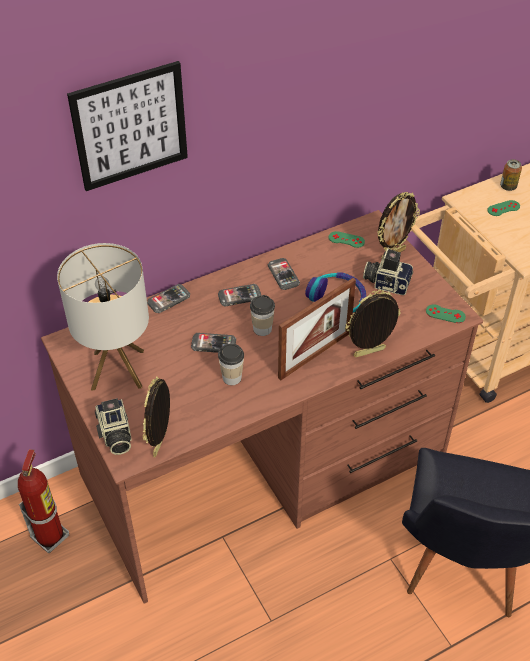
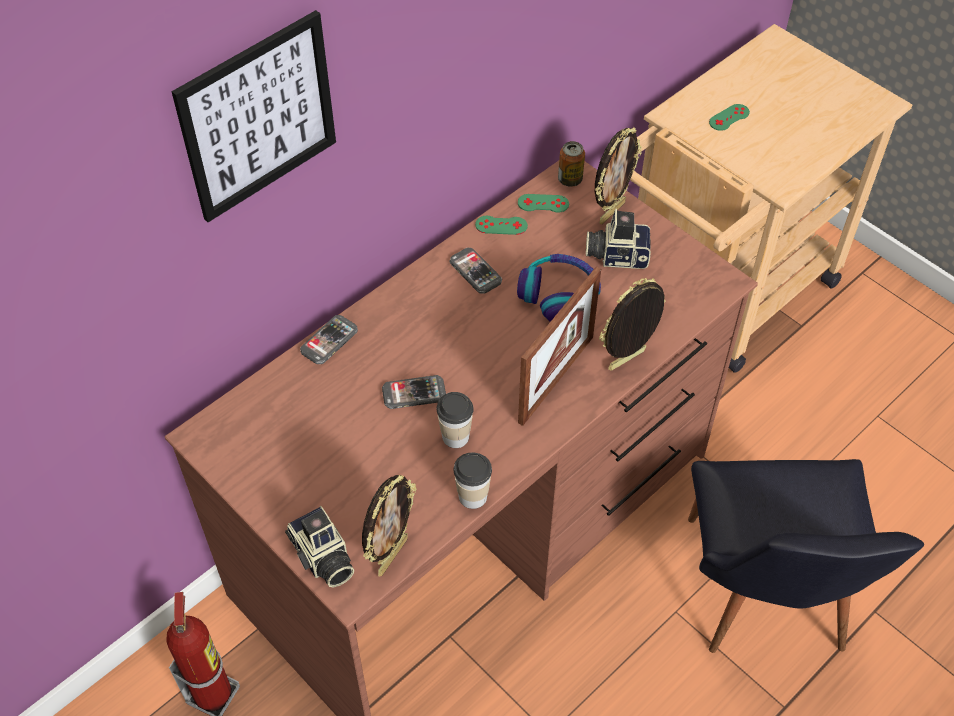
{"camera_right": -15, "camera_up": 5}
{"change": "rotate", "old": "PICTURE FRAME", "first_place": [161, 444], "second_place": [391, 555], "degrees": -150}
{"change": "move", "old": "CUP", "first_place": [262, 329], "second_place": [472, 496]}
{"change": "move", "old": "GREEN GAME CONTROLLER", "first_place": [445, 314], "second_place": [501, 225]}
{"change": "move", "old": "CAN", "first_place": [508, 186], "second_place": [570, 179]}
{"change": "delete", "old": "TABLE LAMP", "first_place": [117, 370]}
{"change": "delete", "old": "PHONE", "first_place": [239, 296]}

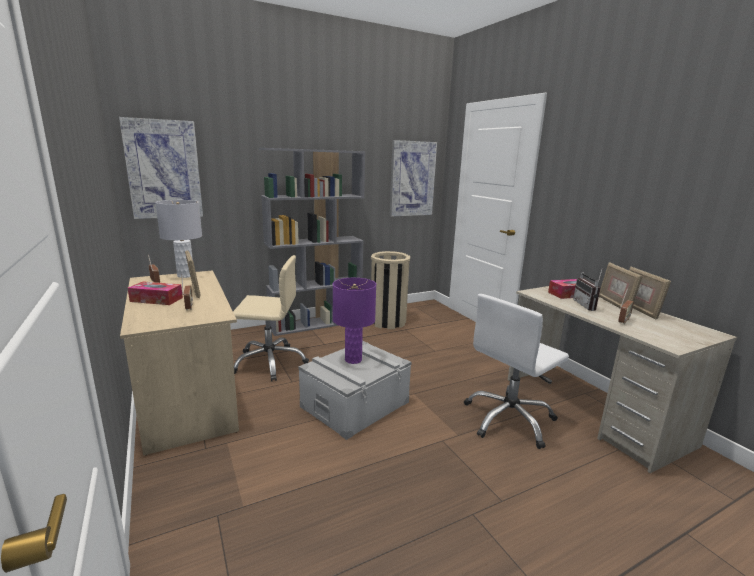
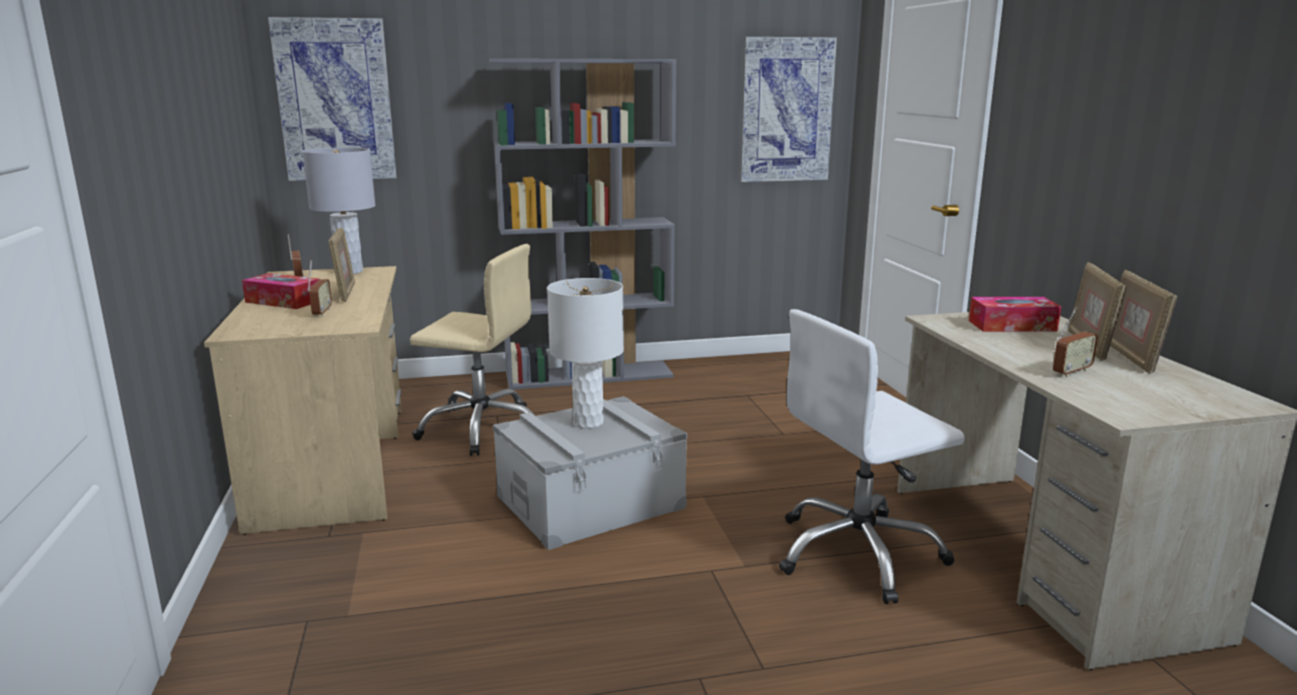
{"camera_right": 15, "camera_up": 0}
{"change": "recolor", "old": "PURPLE TABLE LAMP", "new": "WHITE TABLE LAMP", "first_place": [353, 360], "second_place": [588, 423]}
{"change": "delete", "old": "BEIGE TRASH CAN", "first_place": [388, 322]}
{"change": "delete", "old": "RADIO", "first_place": [588, 306]}

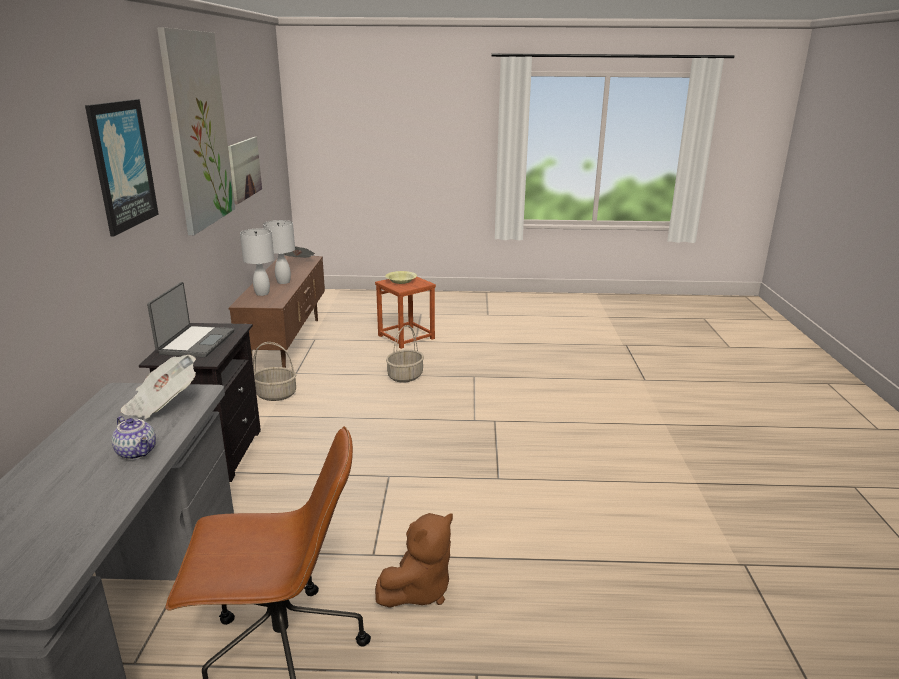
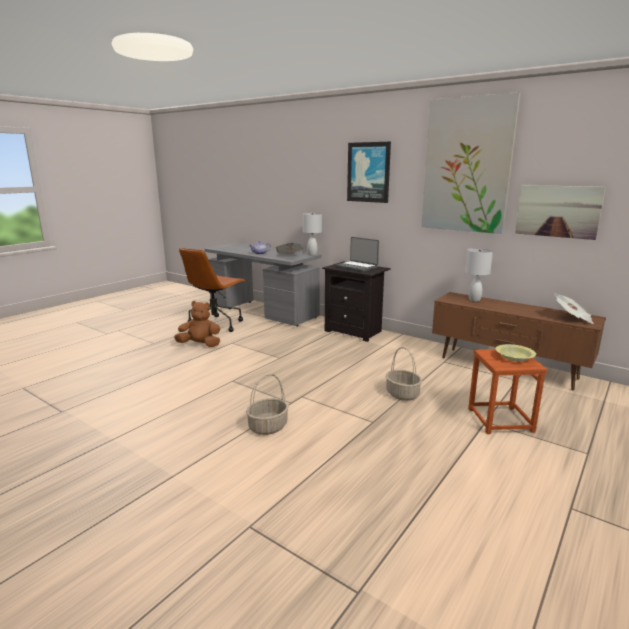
{"camera_right": 125, "camera_up": -5}
{"change": "rotate", "old": "BROWN PLUSH TOY", "first_place": [419, 590], "second_place": [200, 345], "degrees": 105}
{"change": "move", "old": "BASKET", "first_place": [276, 394], "second_place": [268, 427]}
{"change": "move", "old": "WHITE TABLE LAMP", "first_place": [284, 282], "second_place": [312, 254]}

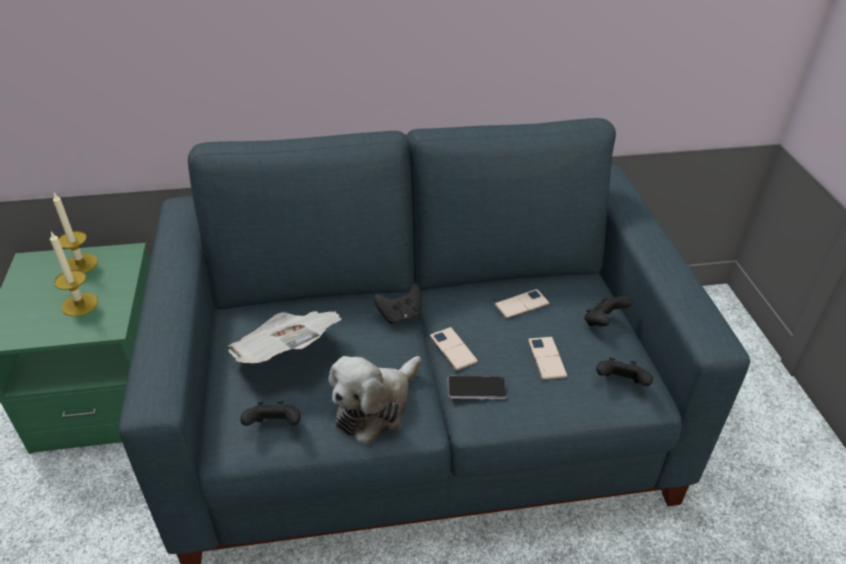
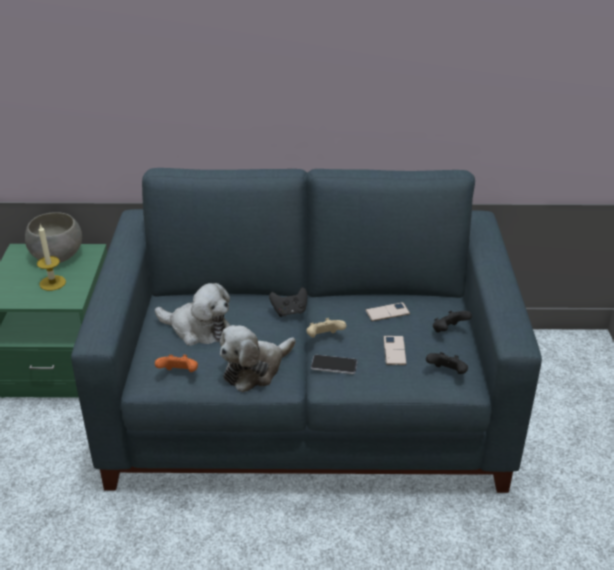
{"camera_right": 10, "camera_up": -5}
{"change": "replace", "old": "CANDLE", "new": "GREY BOWL", "first_place": [81, 264], "second_place": [56, 255]}
{"change": "replace", "old": "NEWSPAPER", "new": "PLUSH TOY", "first_place": [286, 354], "second_place": [197, 330]}
{"change": "recolor", "old": "BLACK GAME CONTROLLER", "new": "ORANGE GAME CONTROLLER", "first_place": [274, 426], "second_place": [179, 374]}
{"change": "replace", "old": "PHONE", "new": "BEIGE GAME CONTROLLER", "first_place": [453, 349], "second_place": [324, 338]}

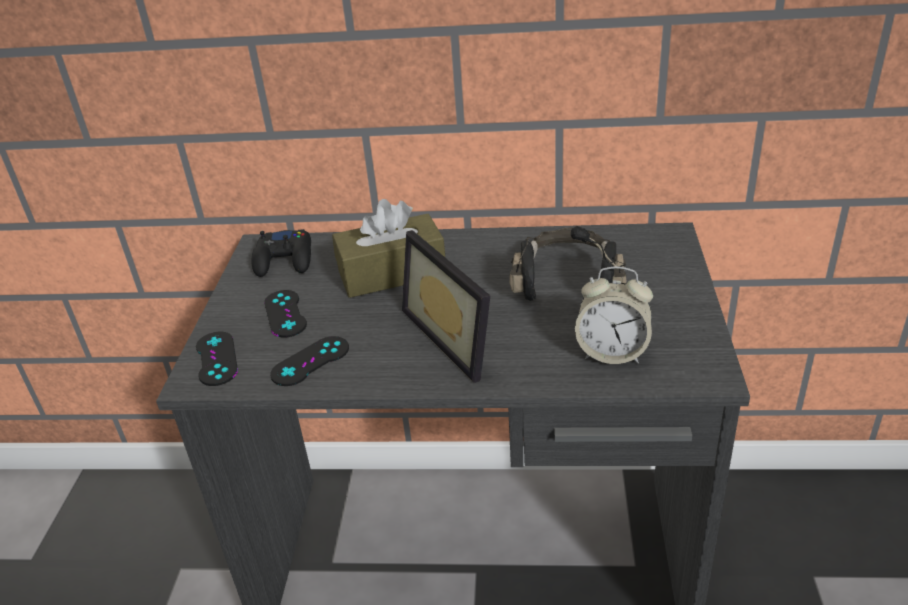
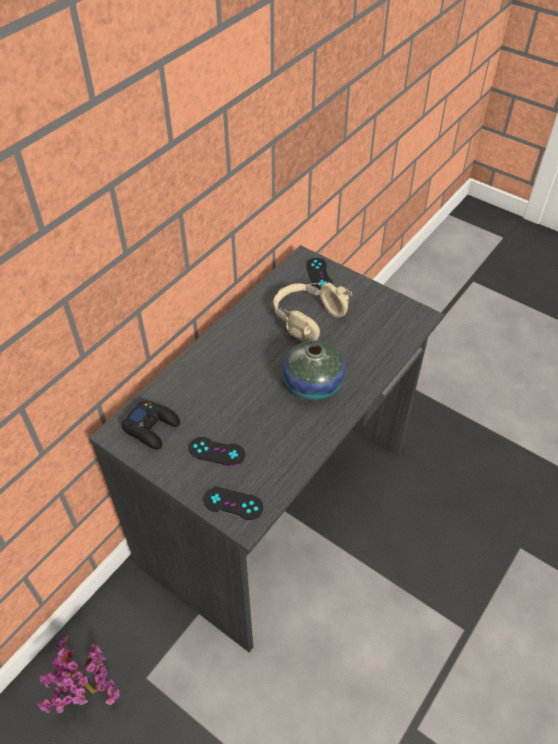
{"camera_right": -60, "camera_up": 15}
{"change": "insert", "new": "POTTED PLANT", "second_place": [87, 694]}
{"change": "recolor", "old": "BLACK HEADPHONES", "new": "BEIGE HEADPHONES", "first_place": [567, 282], "second_place": [307, 319]}
{"change": "replace", "old": "PICTURE FRAME", "new": "VASE", "first_place": [458, 335], "second_place": [313, 385]}
{"change": "move", "old": "BLACK GAME CONTROLLER", "first_place": [310, 361], "second_place": [319, 274]}
{"change": "delete", "old": "BROWN TISSUE BOX", "first_place": [392, 273]}
{"change": "delete", "old": "ALARM CLOCK", "first_place": [612, 352]}

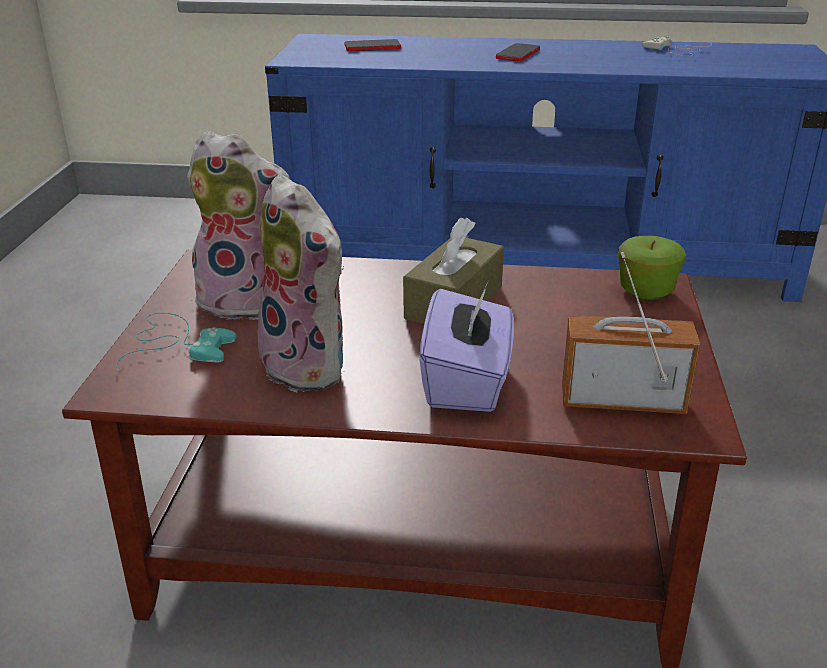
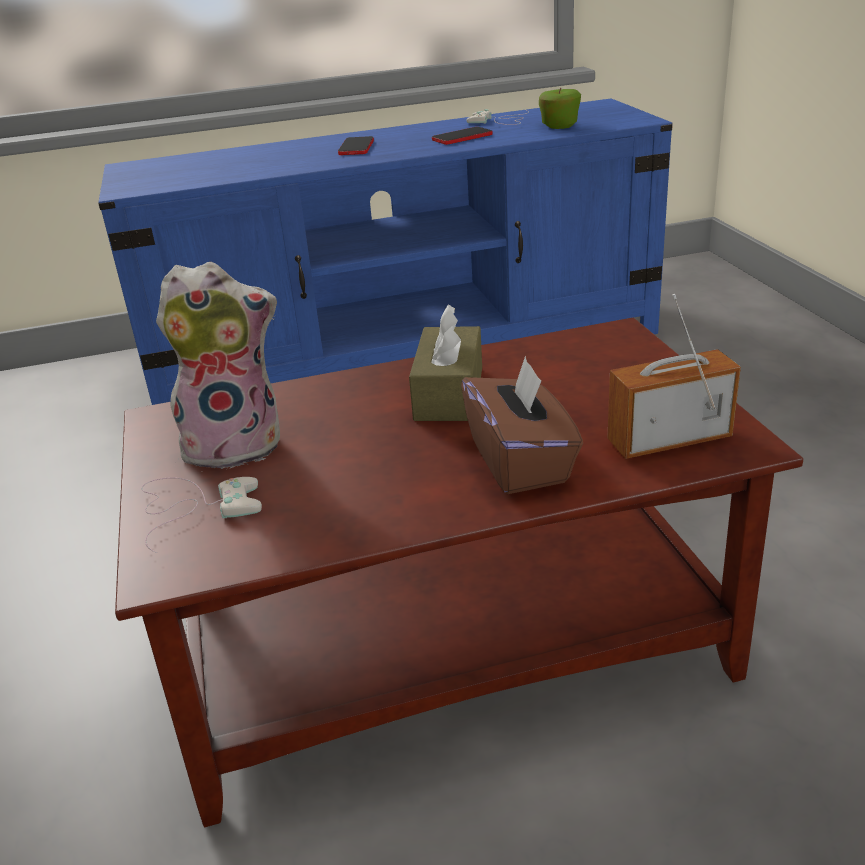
{"camera_right": -20, "camera_up": 0}
{"change": "recolor", "old": "TURQUOISE GAME CONTROLLER", "new": "WHITE GAME CONTROLLER", "first_place": [176, 343], "second_place": [193, 507]}
{"change": "move", "old": "PHONE", "first_place": [372, 47], "second_place": [462, 137]}
{"change": "recolor", "old": "PURPLE TISSUE BOX", "new": "BROWN TISSUE BOX", "first_place": [467, 382], "second_place": [521, 462]}
{"change": "move", "old": "APPLE", "first_place": [646, 291], "second_place": [559, 126]}
{"change": "delete", "old": "PLUSH TOY", "first_place": [311, 366]}

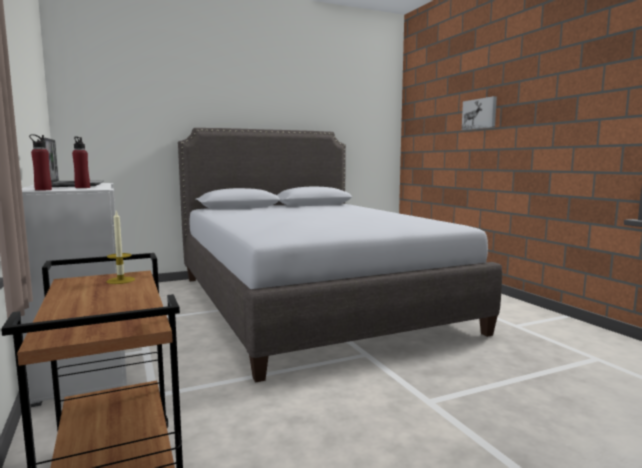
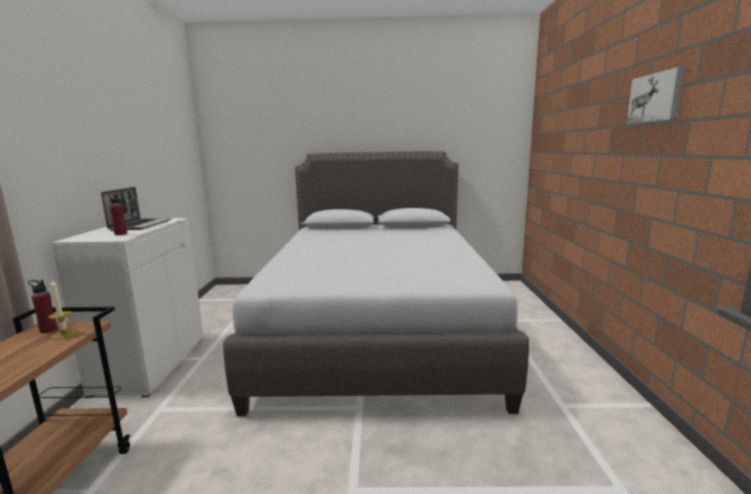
{"camera_right": 25, "camera_up": 5}
{"change": "move", "old": "RED BOTTLE", "first_place": [43, 190], "second_place": [48, 330]}
{"change": "move", "old": "PICTURE", "first_place": [480, 114], "second_place": [656, 98]}

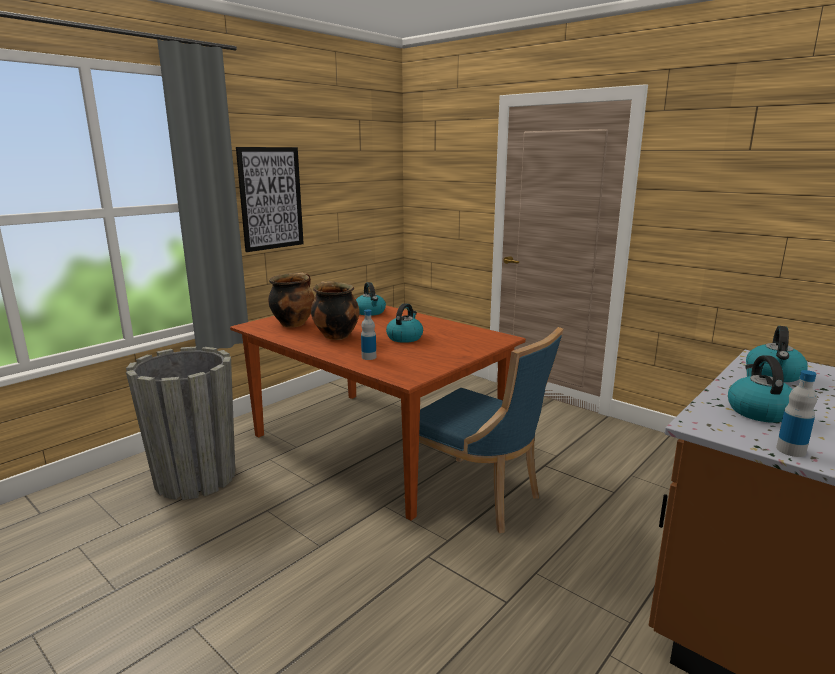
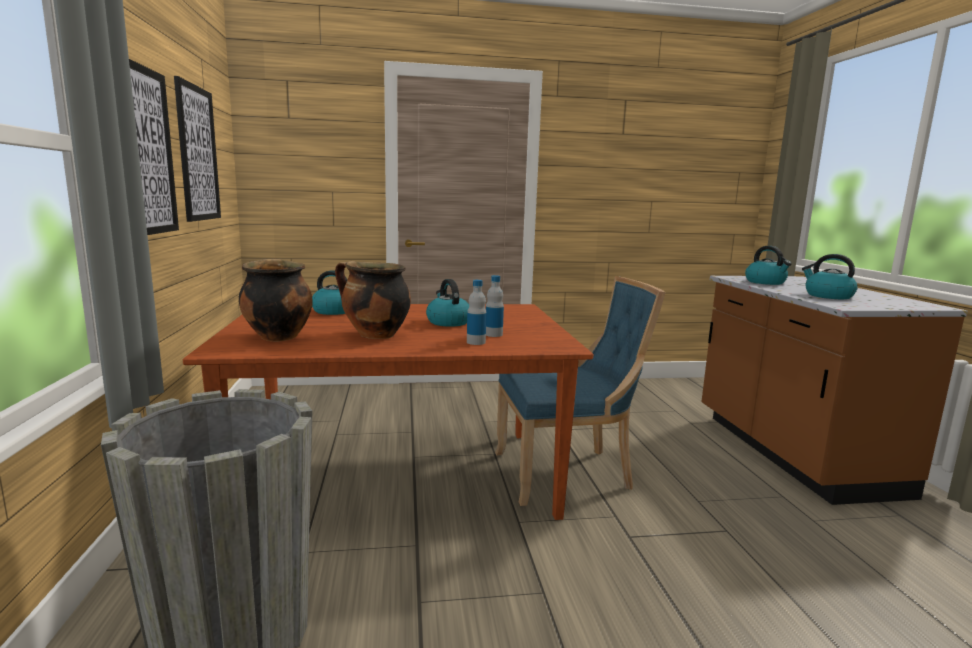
{"camera_right": -50, "camera_up": -5}
{"change": "insert", "new": "PICTURE", "second_place": [197, 154]}
{"change": "move", "old": "BOTTLE", "first_place": [791, 450], "second_place": [493, 334]}

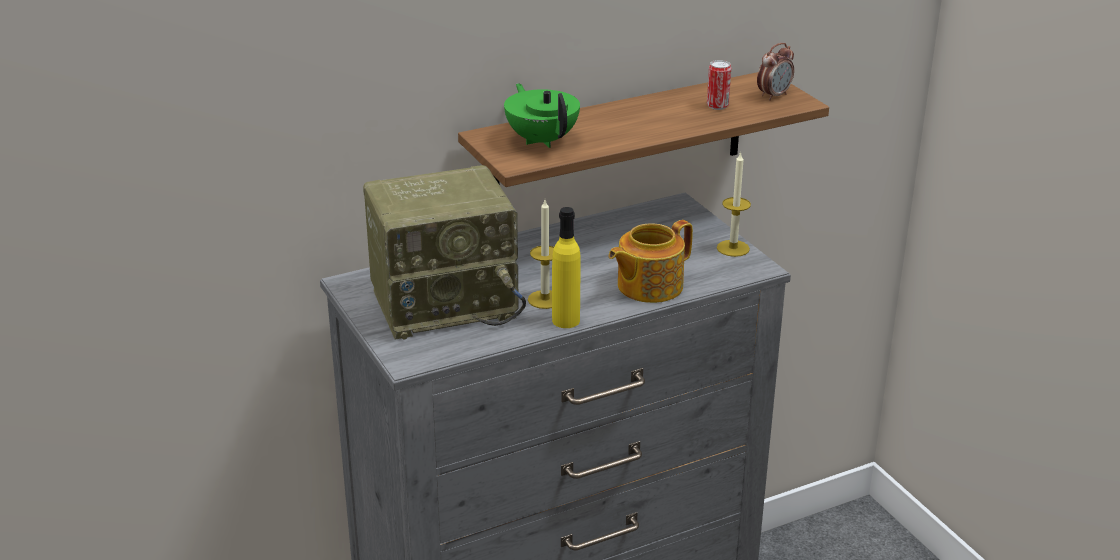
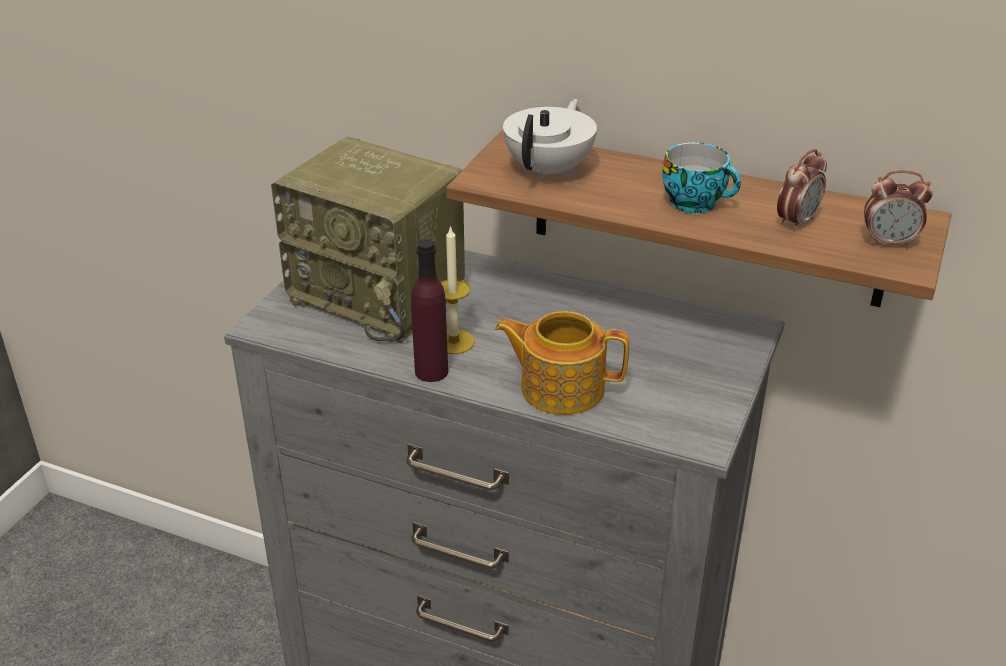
{"camera_right": 50, "camera_up": 5}
{"change": "recolor", "old": "YELLOW BOTTLE", "new": "PURPLE BOTTLE", "first_place": [566, 320], "second_place": [431, 371]}
{"change": "recolor", "old": "GREEN TEAPOT", "new": "WHITE TEAPOT", "first_place": [542, 140], "second_place": [550, 170]}
{"change": "insert", "new": "CUP", "second_place": [696, 202]}
{"change": "replace", "old": "CAN", "new": "ALARM CLOCK", "first_place": [717, 106], "second_place": [796, 222]}
{"change": "delete", "old": "CANDLE", "first_place": [733, 248]}

